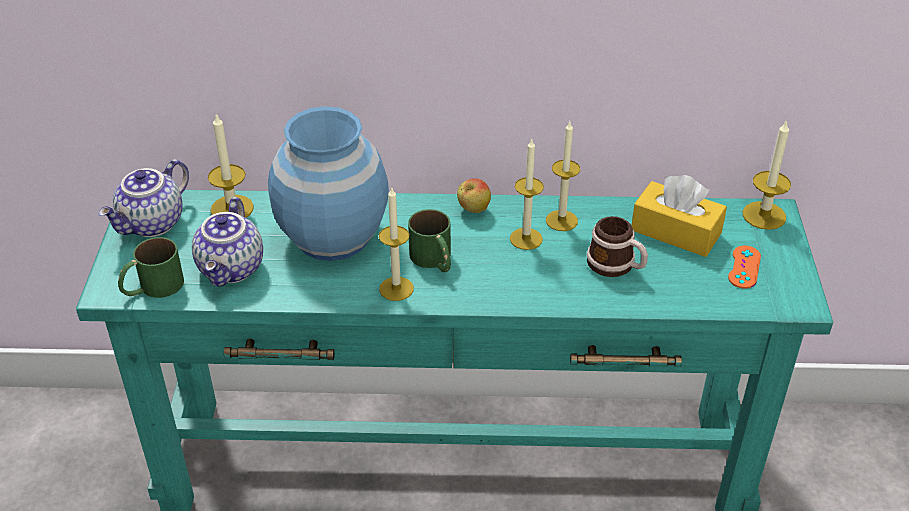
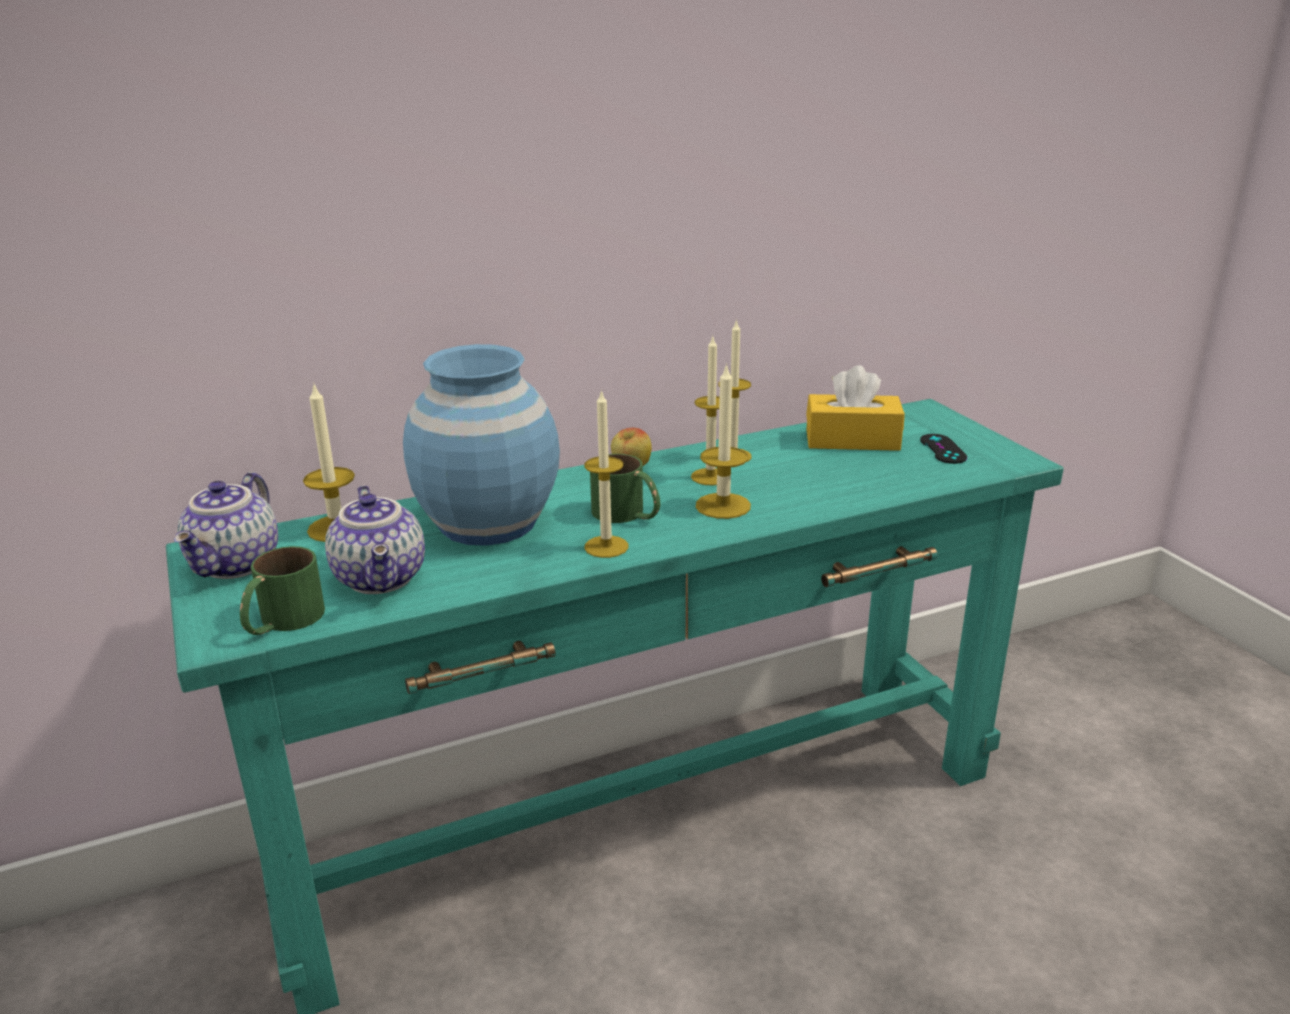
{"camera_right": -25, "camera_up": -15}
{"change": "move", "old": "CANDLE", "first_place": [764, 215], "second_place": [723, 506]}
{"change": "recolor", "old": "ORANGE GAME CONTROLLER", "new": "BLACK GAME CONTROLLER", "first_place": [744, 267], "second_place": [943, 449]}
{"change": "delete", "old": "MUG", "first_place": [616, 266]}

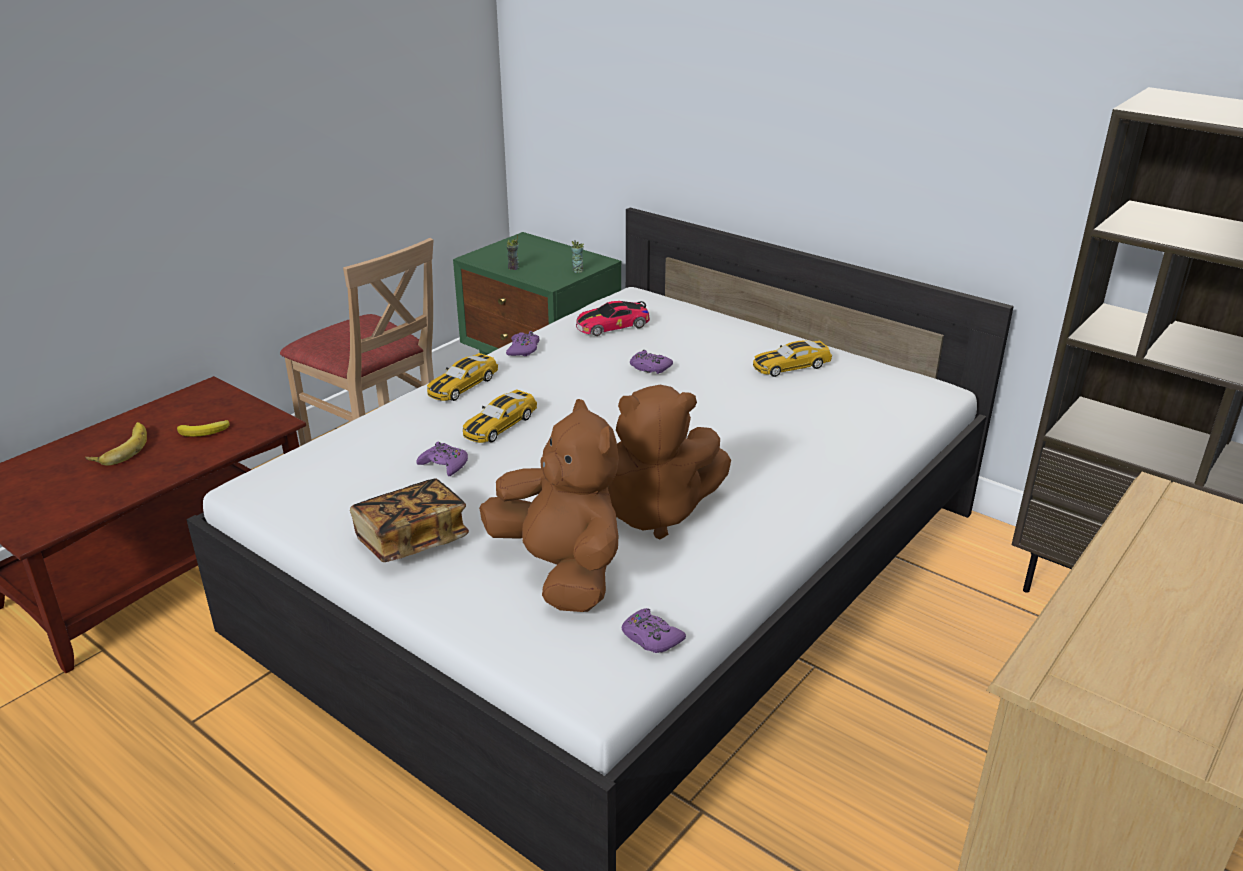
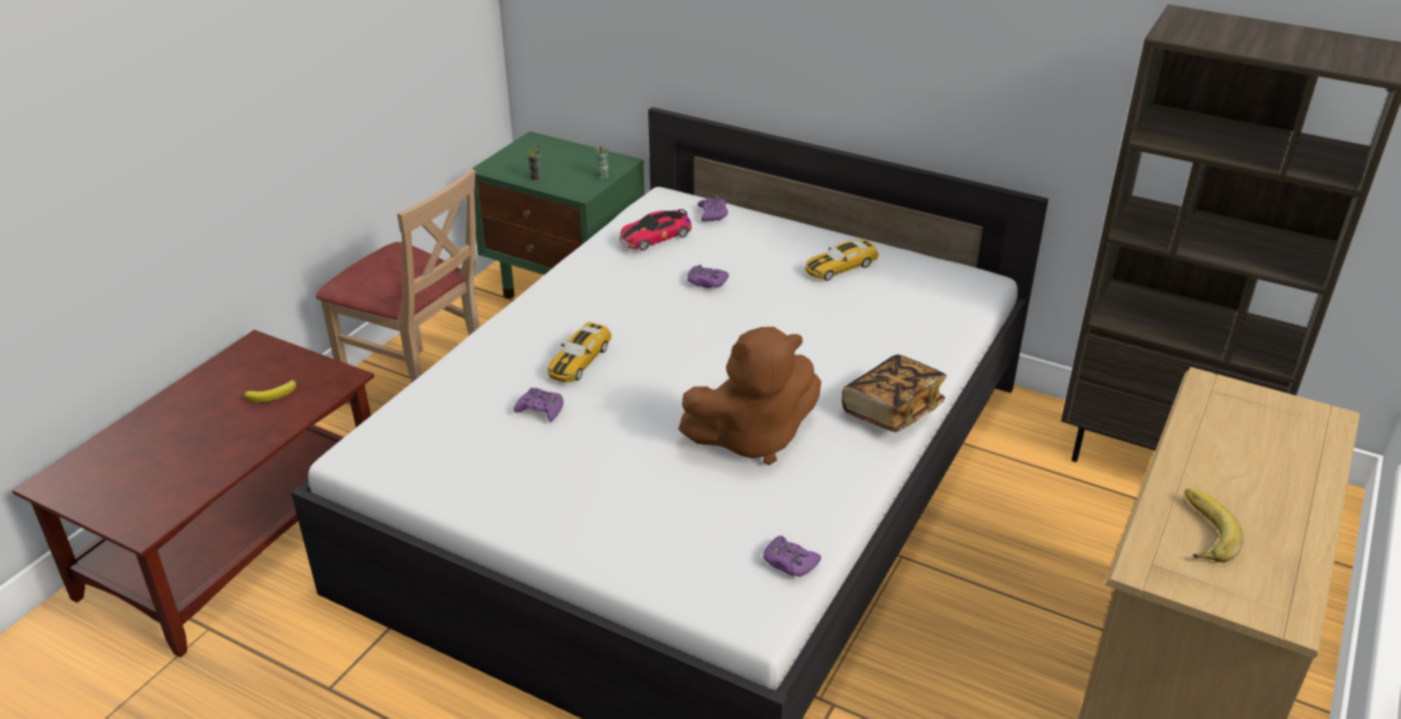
{"camera_right": -10, "camera_up": 5}
{"change": "move", "old": "PURPLE GAME CONTROLLER", "first_place": [523, 349], "second_place": [713, 214]}
{"change": "move", "old": "BOOK", "first_place": [412, 539], "second_place": [892, 410]}
{"change": "move", "old": "BANANA", "first_place": [120, 448], "second_place": [1200, 531]}
{"change": "delete", "old": "TOY CAR", "first_place": [462, 386]}
{"change": "delete", "old": "BROWN PLUSH TOY", "first_place": [561, 571]}

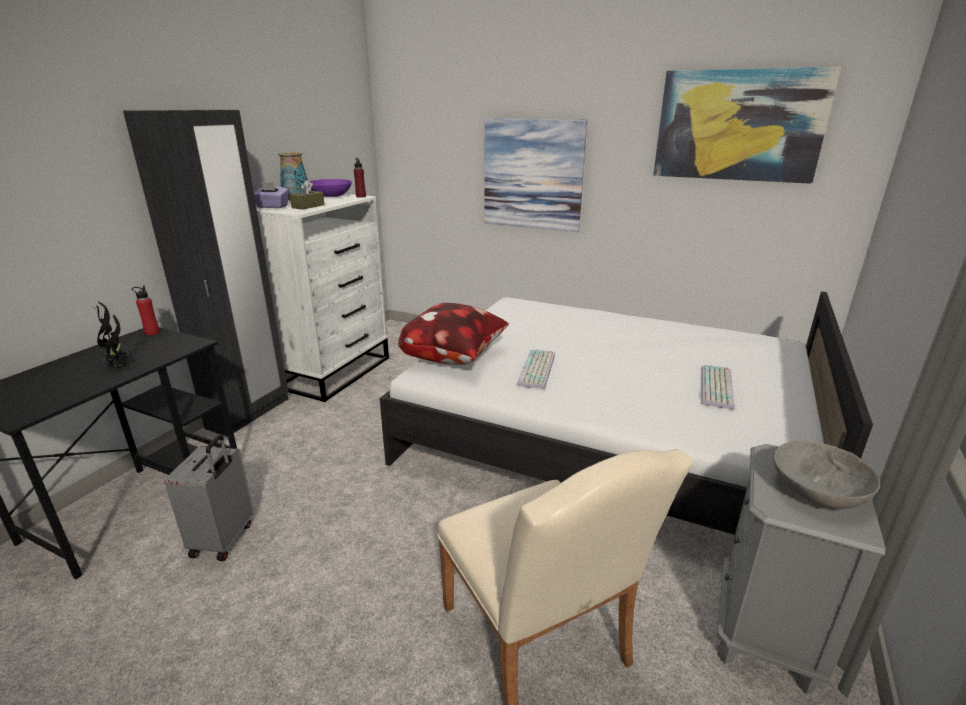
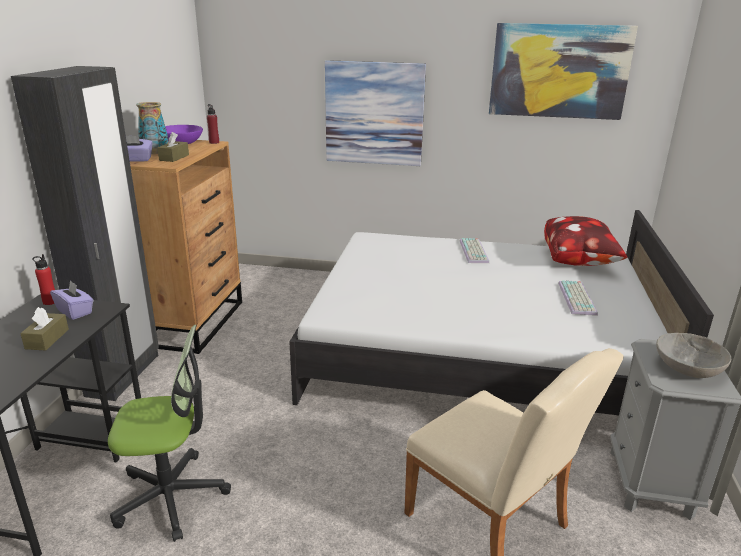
{"camera_right": -15, "camera_up": 0}
{"change": "replace", "old": "POTTED PLANT", "new": "BROWN TISSUE BOX", "first_place": [119, 365], "second_place": [47, 339]}
{"change": "insert", "new": "PURPLE TISSUE BOX", "second_place": [75, 311]}
{"change": "replace", "old": "GREY SUITCASE", "new": "OFFICE CHAIR", "first_place": [224, 539], "second_place": [171, 496]}
{"change": "recolor", "old": "WHITE DRESSER", "new": "BROWN DRESSER", "first_place": [336, 372], "second_place": [194, 322]}
{"change": "move", "old": "KEYBOARD", "first_place": [538, 370], "second_place": [475, 252]}
{"change": "move", "old": "PILLOW", "first_place": [456, 358], "second_place": [579, 261]}

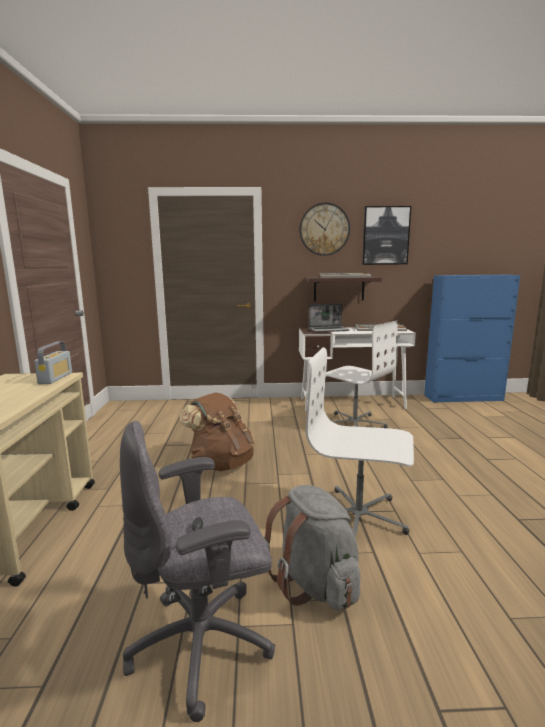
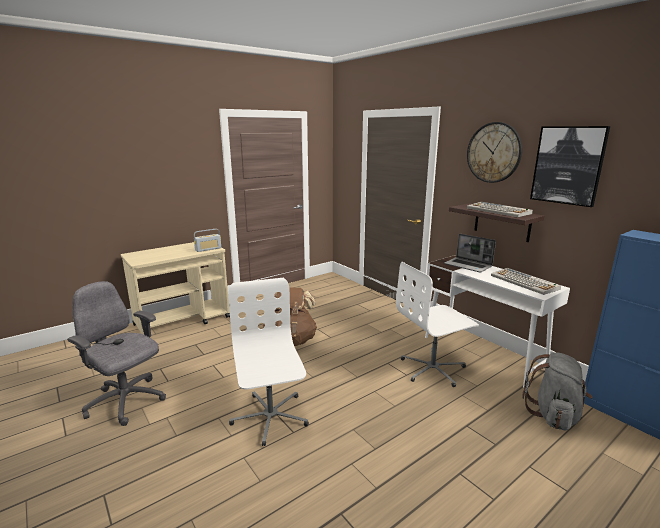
{"camera_right": 55, "camera_up": 5}
{"change": "rotate", "old": "WHITE OFFICE CHAIR", "first_place": [354, 423], "second_place": [433, 369], "degrees": 60}
{"change": "move", "old": "GREY BACKPACK", "first_place": [314, 583], "second_place": [553, 414]}

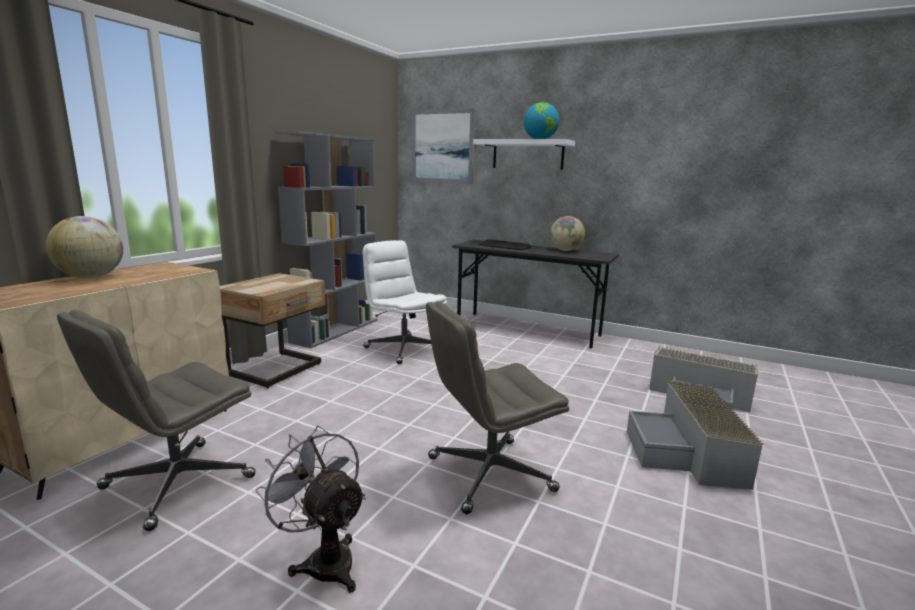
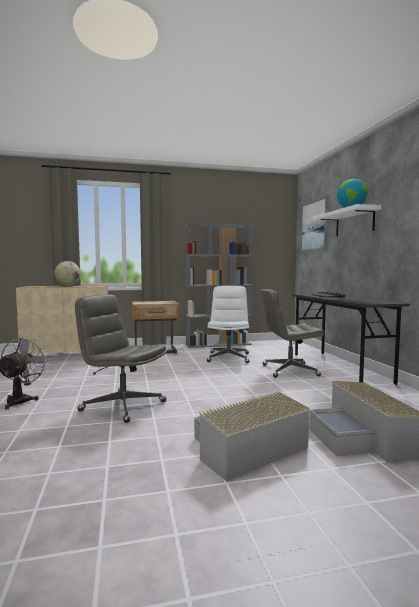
{"camera_right": 50, "camera_up": -10}
{"change": "move", "old": "GREY OFFICE CHAIR", "first_place": [177, 483], "second_place": [289, 370]}
{"change": "delete", "old": "GLOBE", "first_place": [565, 250]}

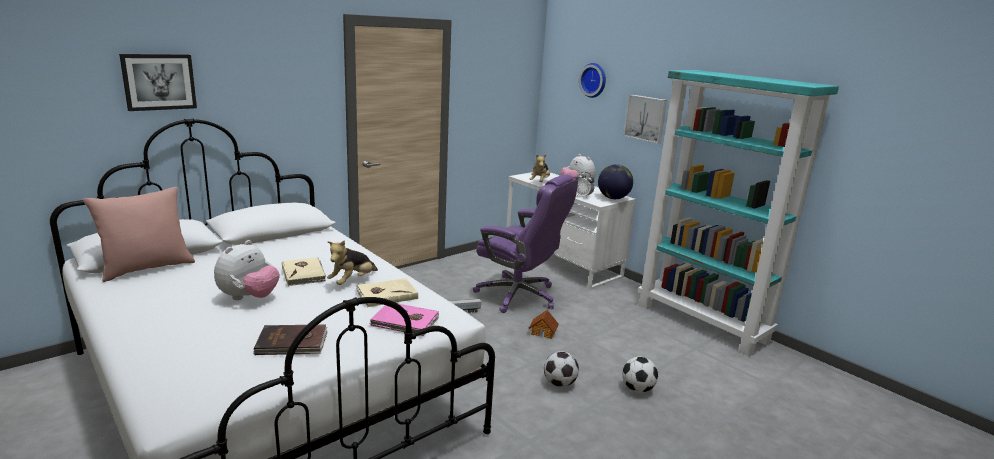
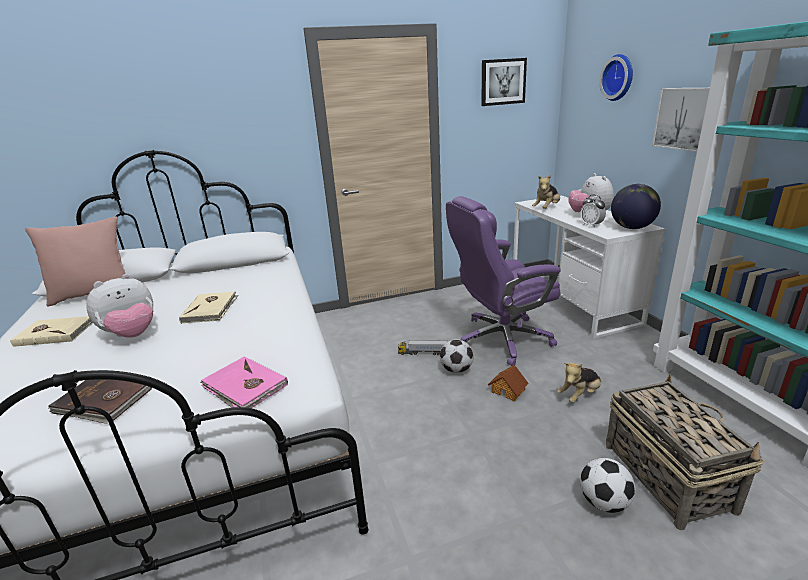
{"camera_right": 25, "camera_up": 5}
{"change": "move", "old": "BEIGE BOOK", "first_place": [386, 294], "second_place": [55, 333]}
{"change": "move", "old": "FOOTBALL", "first_place": [559, 384], "second_place": [456, 370]}
{"change": "rotate", "old": "PURPLE OFFICE CHAIR", "first_place": [519, 296], "second_place": [501, 339], "degrees": 105}
{"change": "move", "old": "PICTURE", "first_place": [159, 82], "second_place": [503, 82]}
{"change": "move", "old": "PLUSH TOY", "first_place": [352, 281], "second_place": [579, 395]}
{"change": "insert", "new": "BASKET", "second_place": [666, 475]}

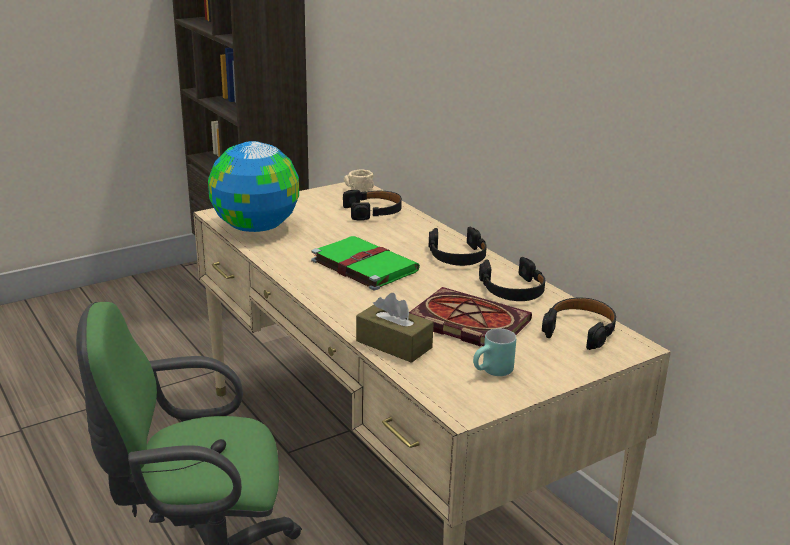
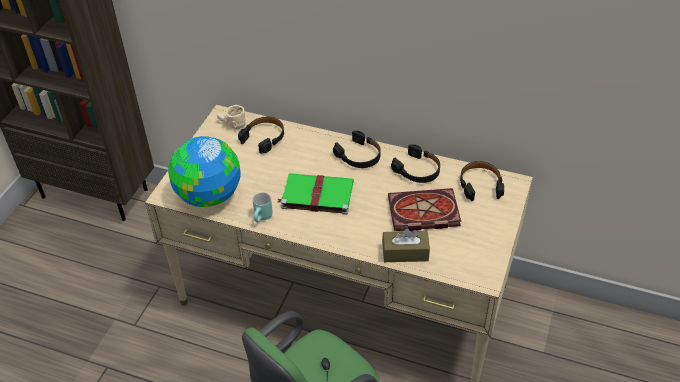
{"camera_right": -35, "camera_up": 20}
{"change": "move", "old": "TURQUOISE MUG", "first_place": [493, 373], "second_place": [263, 218]}

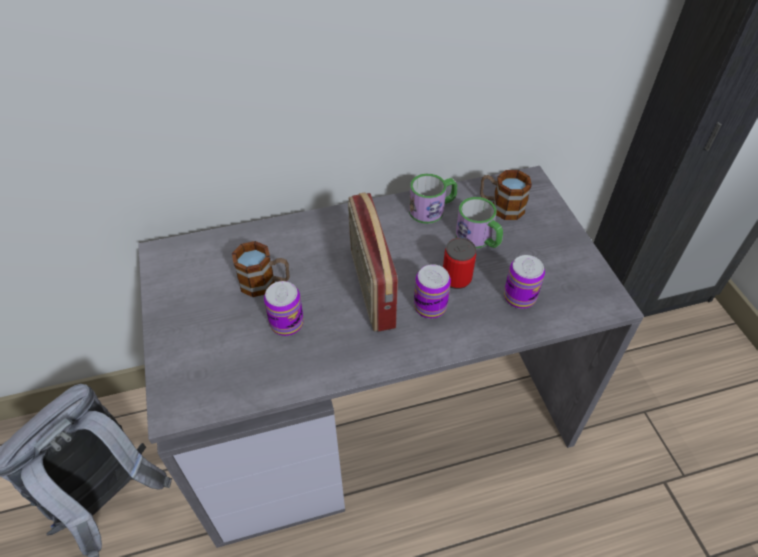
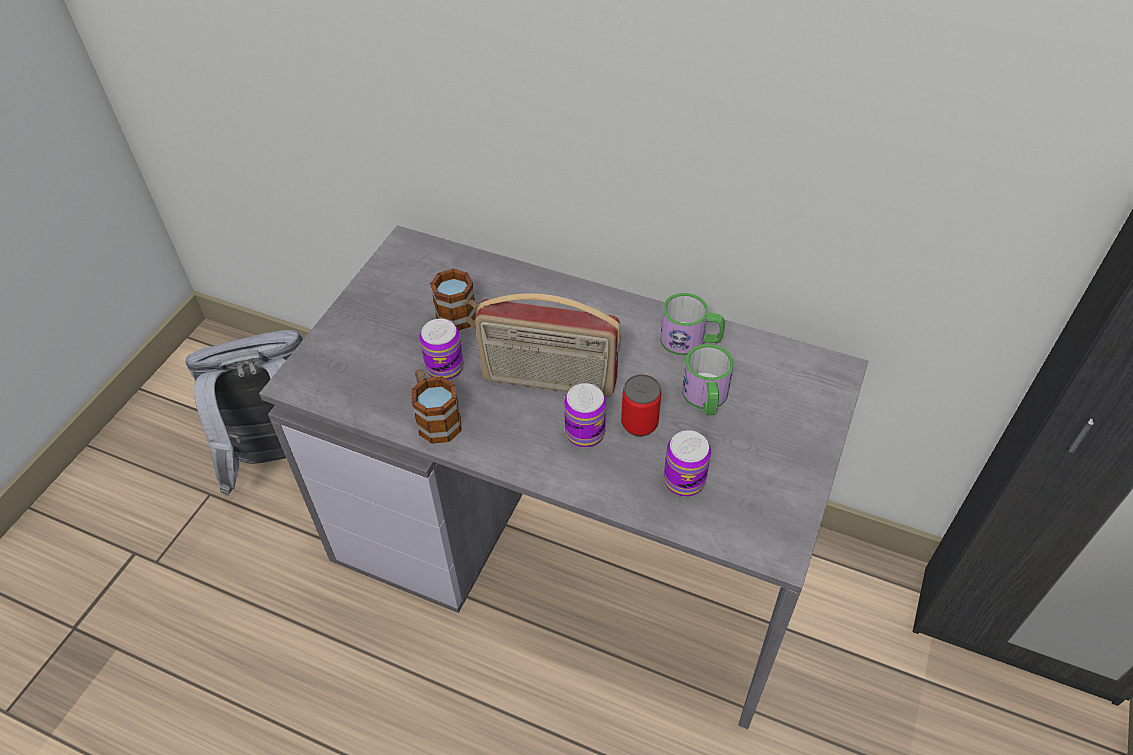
{"camera_right": 40, "camera_up": 0}
{"change": "move", "old": "MUG", "first_place": [501, 207], "second_place": [435, 418]}
{"change": "rotate", "old": "RADIO", "first_place": [370, 287], "second_place": [549, 381], "degrees": -105}

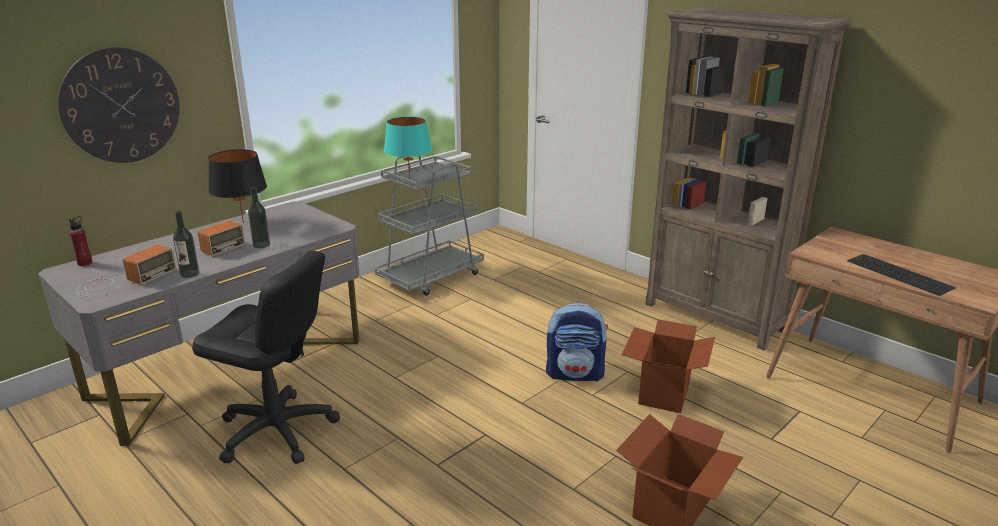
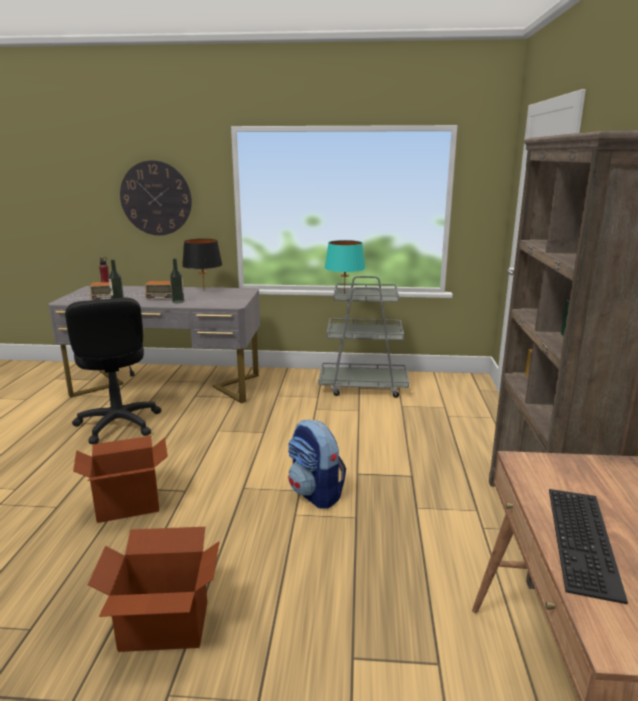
{"camera_right": 50, "camera_up": -5}
{"change": "move", "old": "CARDBOARD BOX", "first_place": [663, 393], "second_place": [128, 504]}

